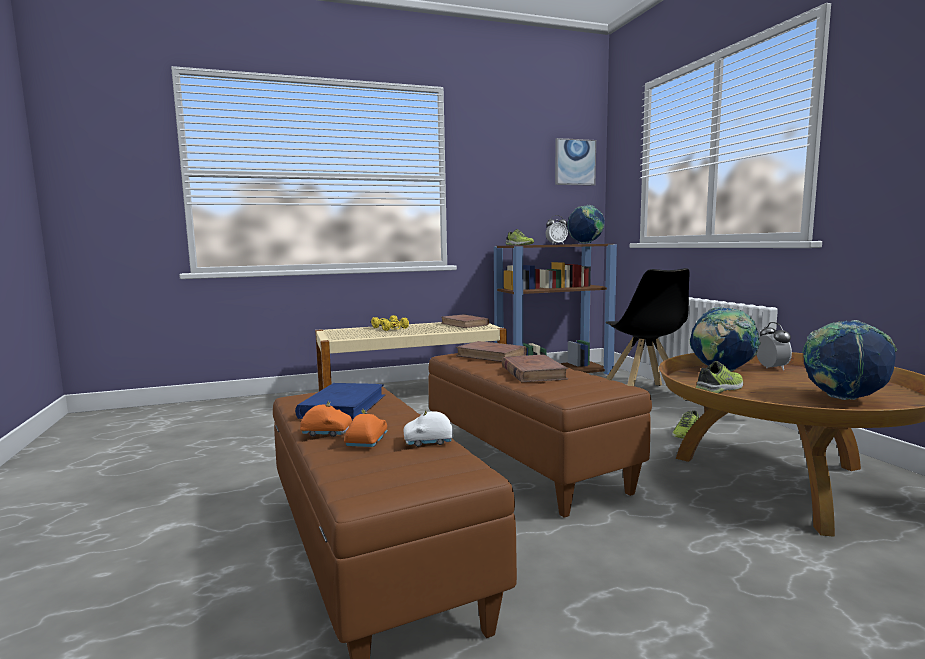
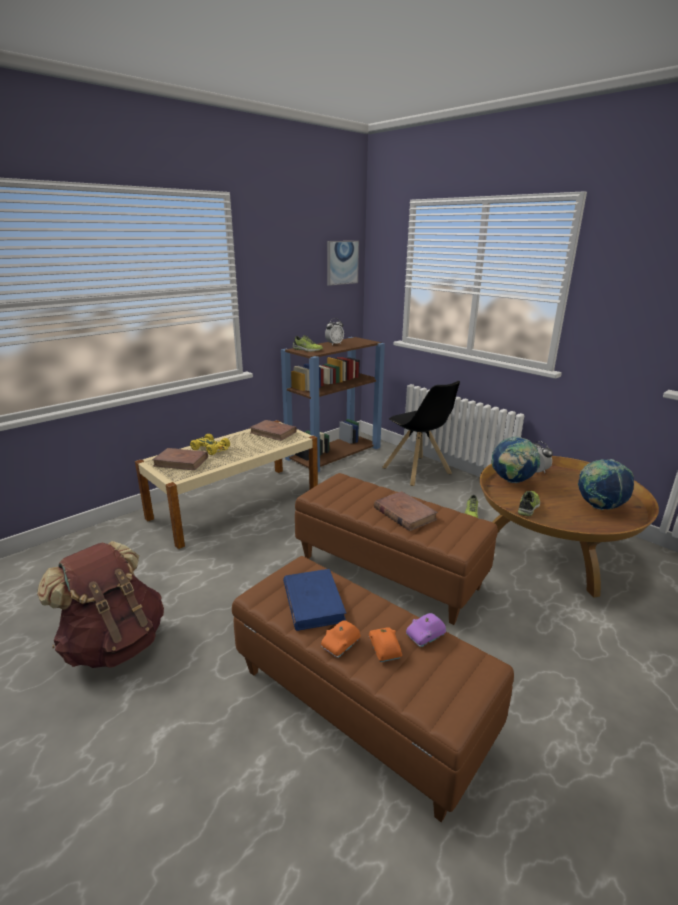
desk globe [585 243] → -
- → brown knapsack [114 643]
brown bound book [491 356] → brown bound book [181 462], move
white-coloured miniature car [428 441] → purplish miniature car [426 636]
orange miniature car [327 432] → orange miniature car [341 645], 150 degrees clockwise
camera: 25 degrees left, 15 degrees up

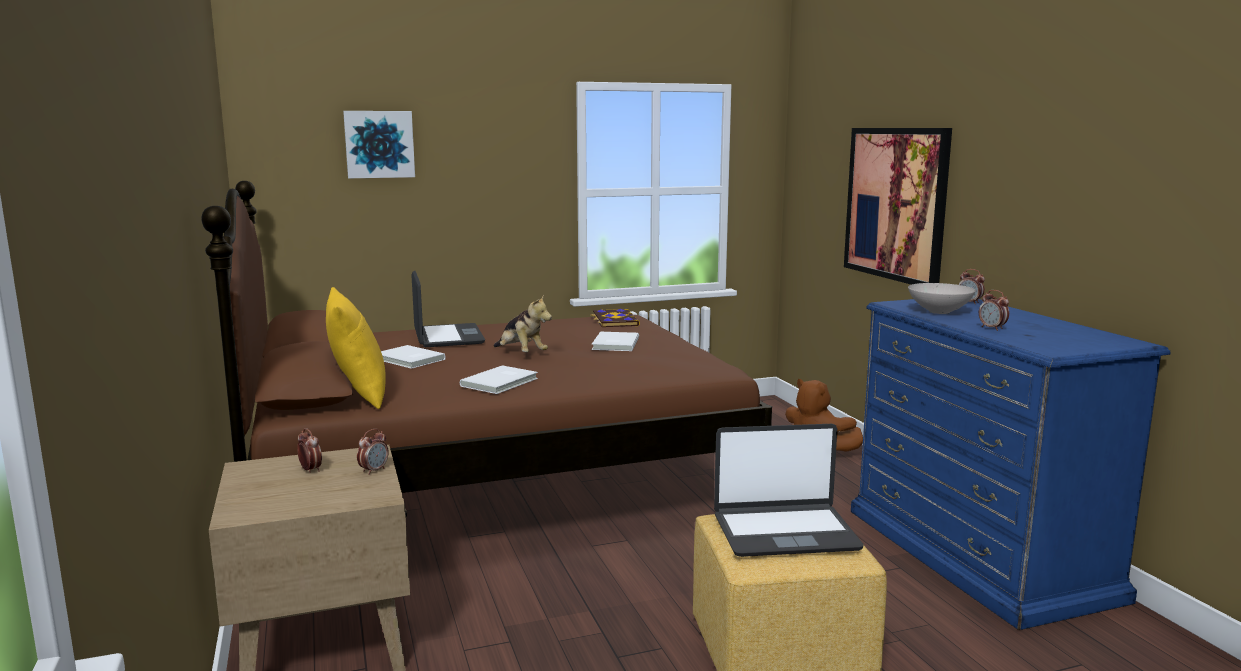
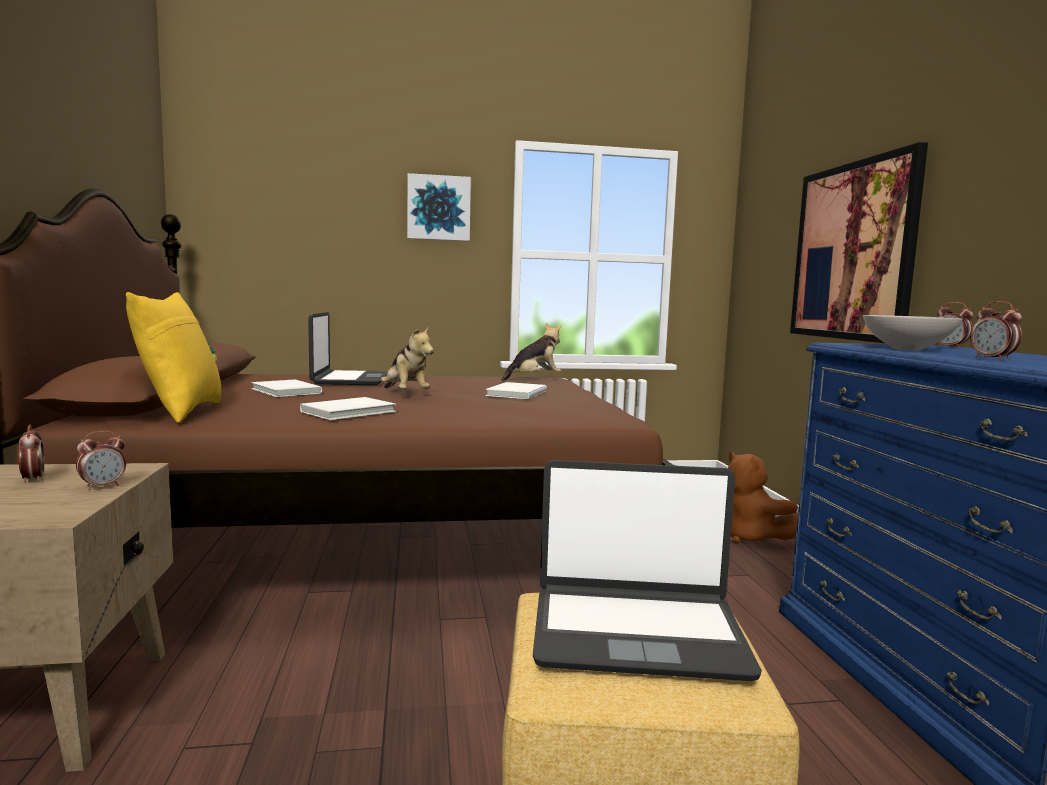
wall picture [379 144] → wall picture [438 208], move
bound book [614 320] → soft toy [534 379]
camera: 10 degrees right, 5 degrees down

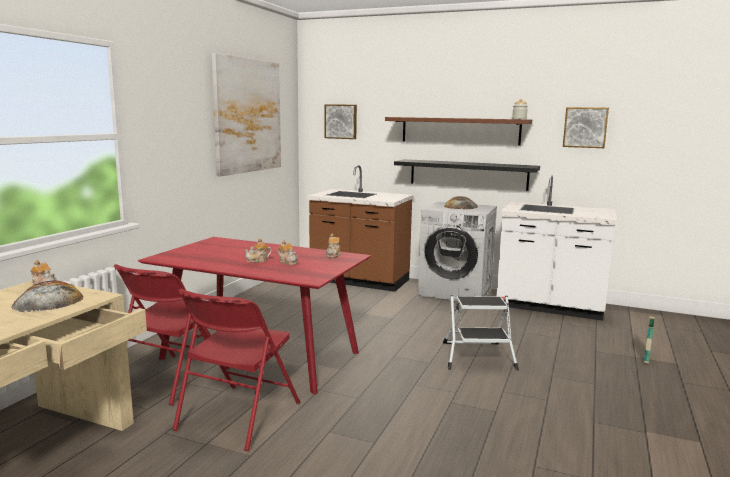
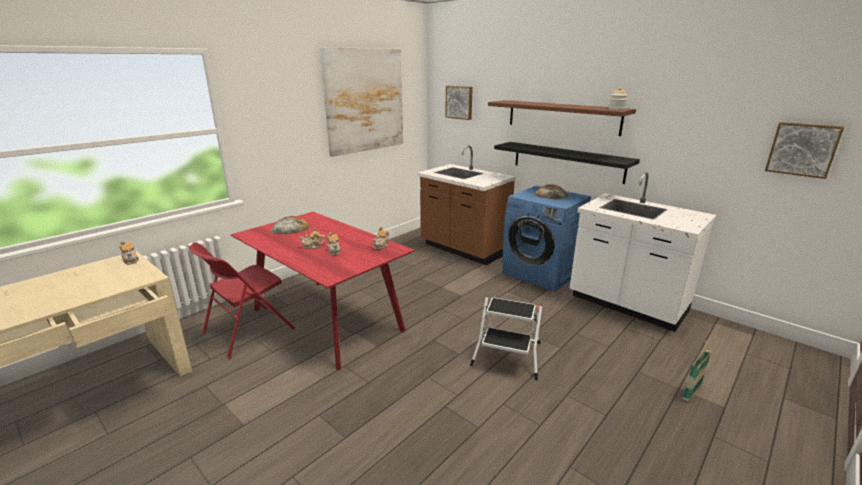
red plain chair [239 416] → -
baked bread [49 301] → baked bread [290 228], move
wall picture [585 127] → wall picture [802 149], move
white-coloured laundry machine [455 294] → blue laundry machine [540 275]
camera: 20 degrees right, 10 degrees up

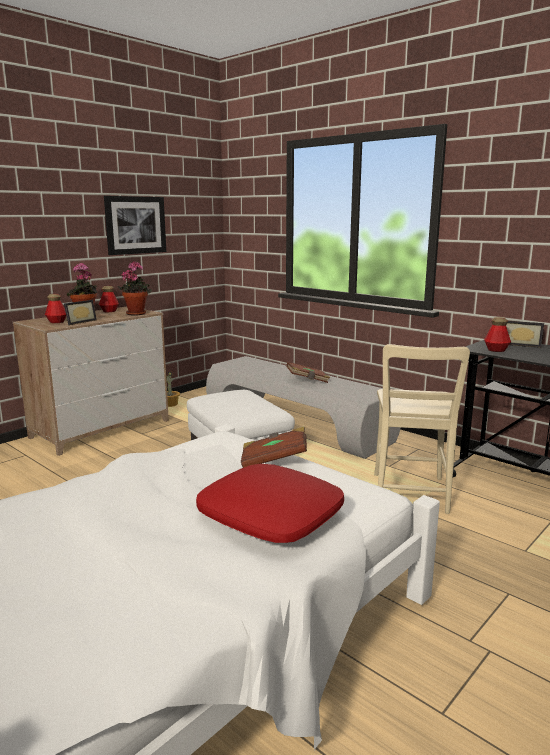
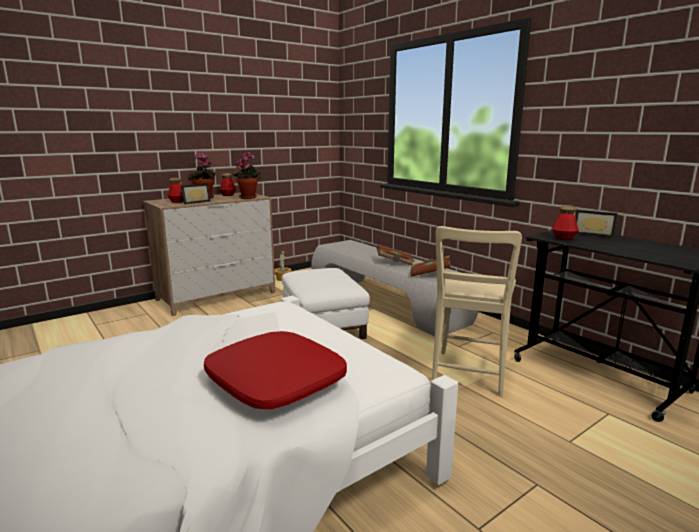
wall picture [135 225] → -
brown bound book [274 460] → brown bound book [430 274], move
camera: 10 degrees right, 0 degrees up

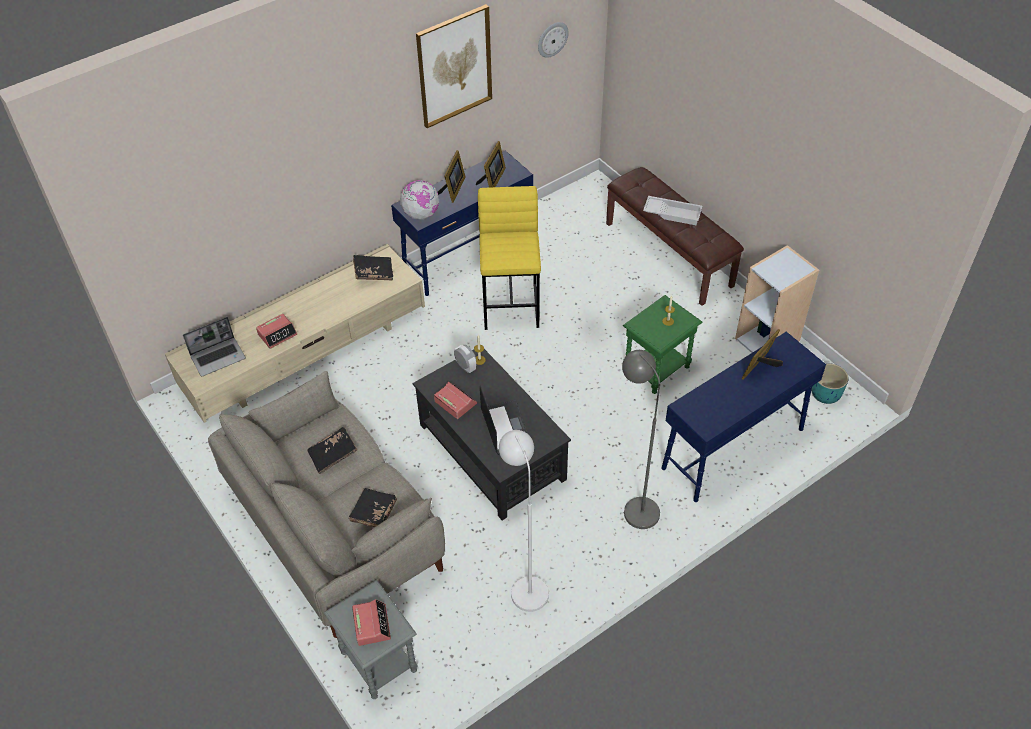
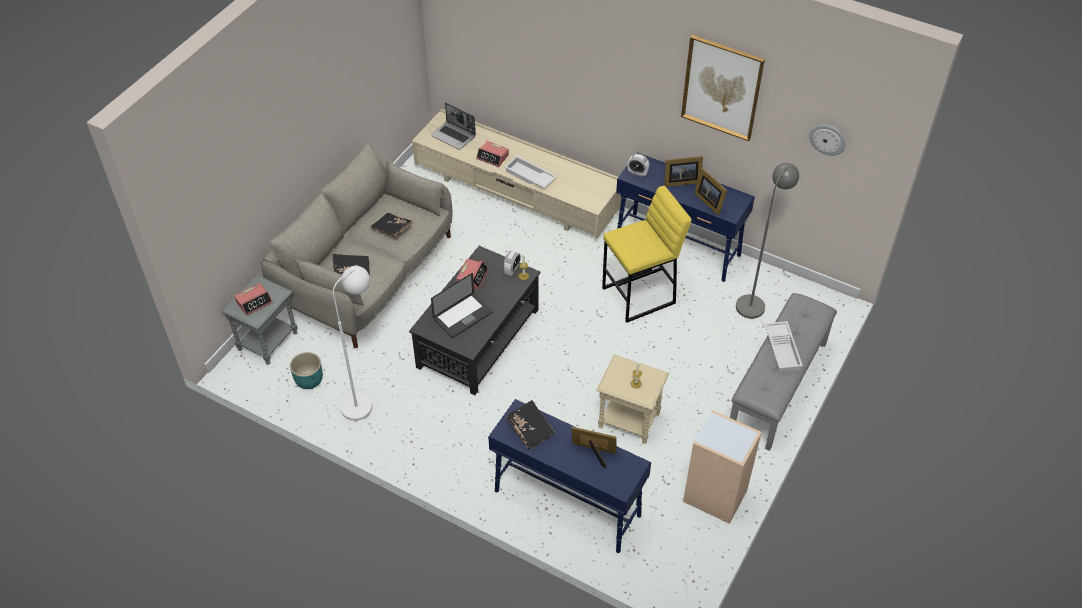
- → white-coloured serving tray [529 176]
black-coloured bound book [373 273] → black-coloured bound book [530 429], move
gray standard lamp [634 506] → gray standard lamp [754 301], move
turquoise-coloured plant pot [826 394] → turquoise-coloured plant pot [309 380], move
desk globe [421 214] → alarm clock [637 173]
brown indoor bench [669 254] → gray indoor bench [778 387]
green end table [657 369] → beige end table [628 420]
standing frame [492 180] → standing frame [709 201], 60 degrees clockwise
camera: 65 degrees right, 0 degrees up

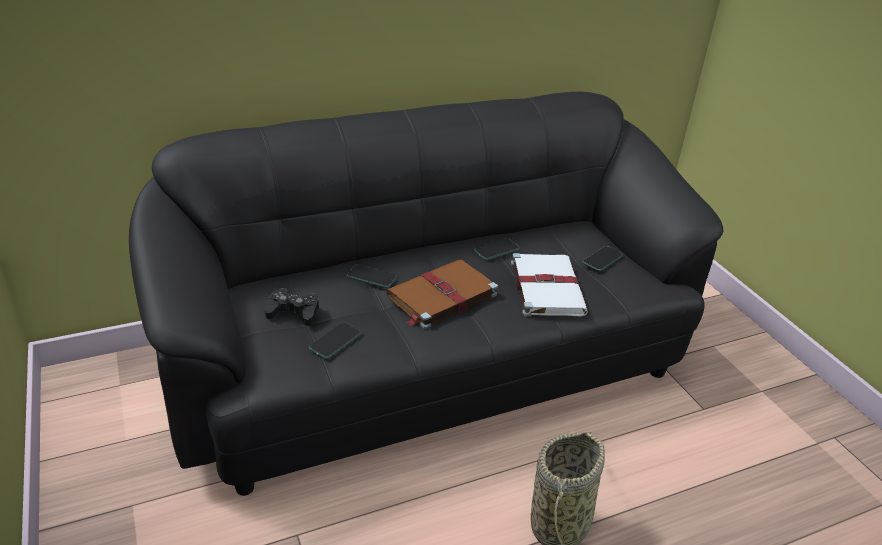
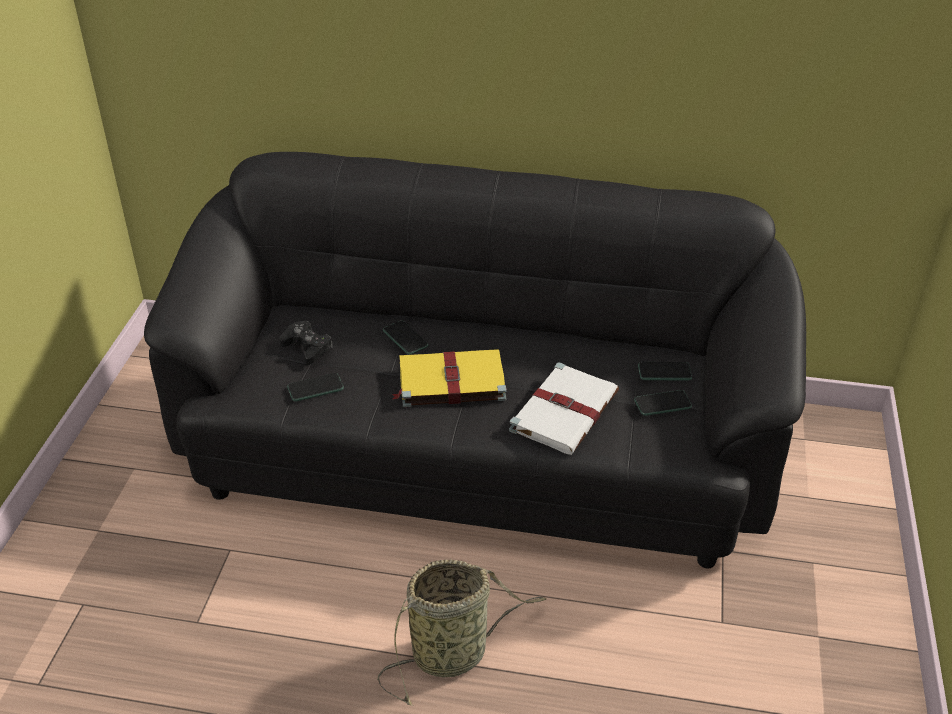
handset [496 250] → handset [664 372], move
brown bound book [440 296] → yellow bound book [449 381]
camera: 35 degrees right, 5 degrees up

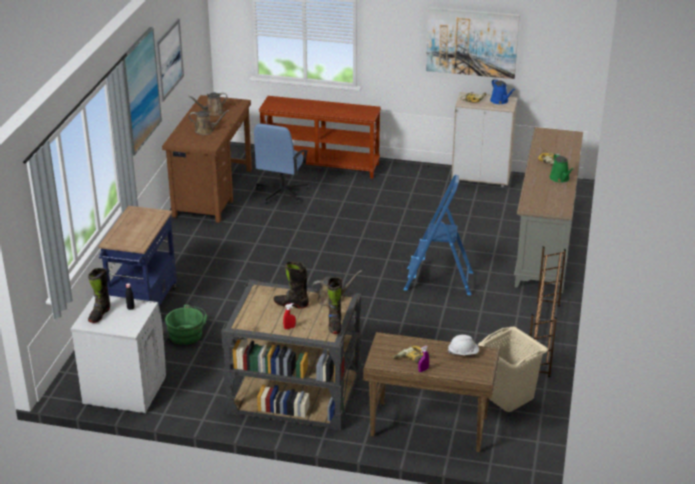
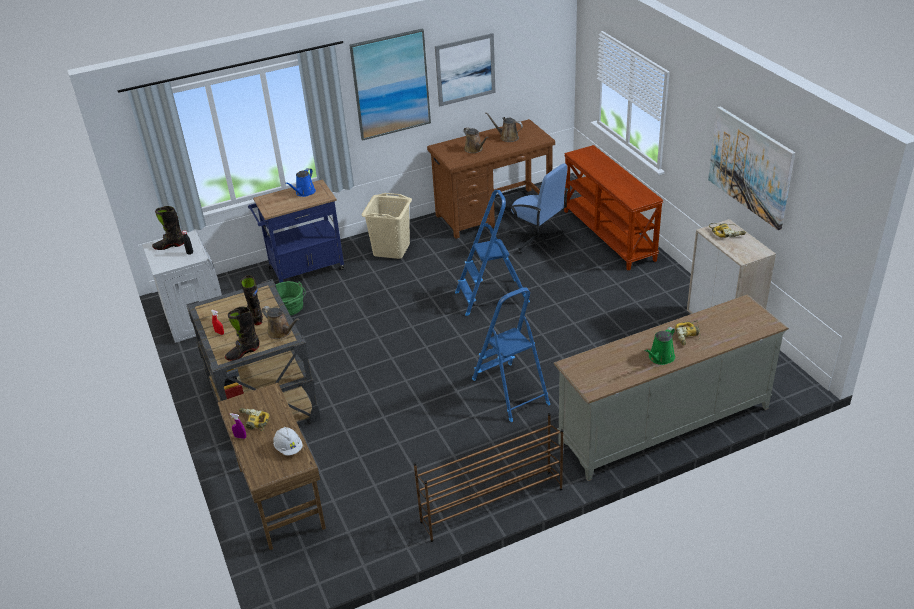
- → blue stepladder [491 297]
beige washing basket [508 396] → beige washing basket [392 249], move
blue watering can [500 101] → blue watering can [304 193], move
blue desk chair [281 193] → blue desk chair [537 241], 120 degrees counterclockwise
camera: 55 degrees right, 5 degrees up

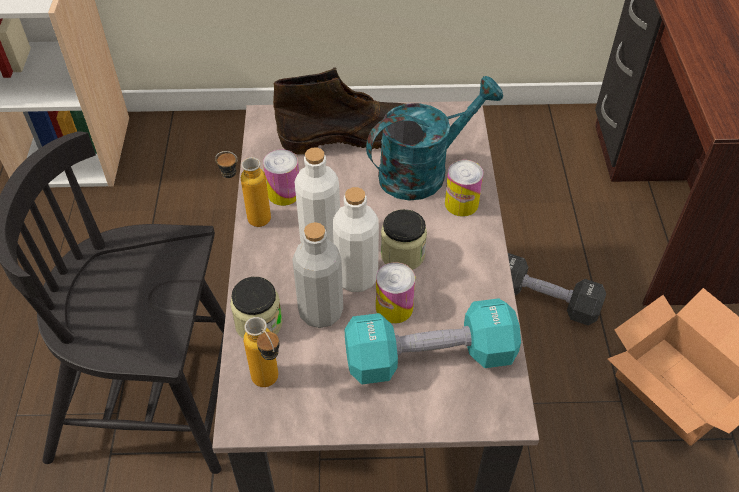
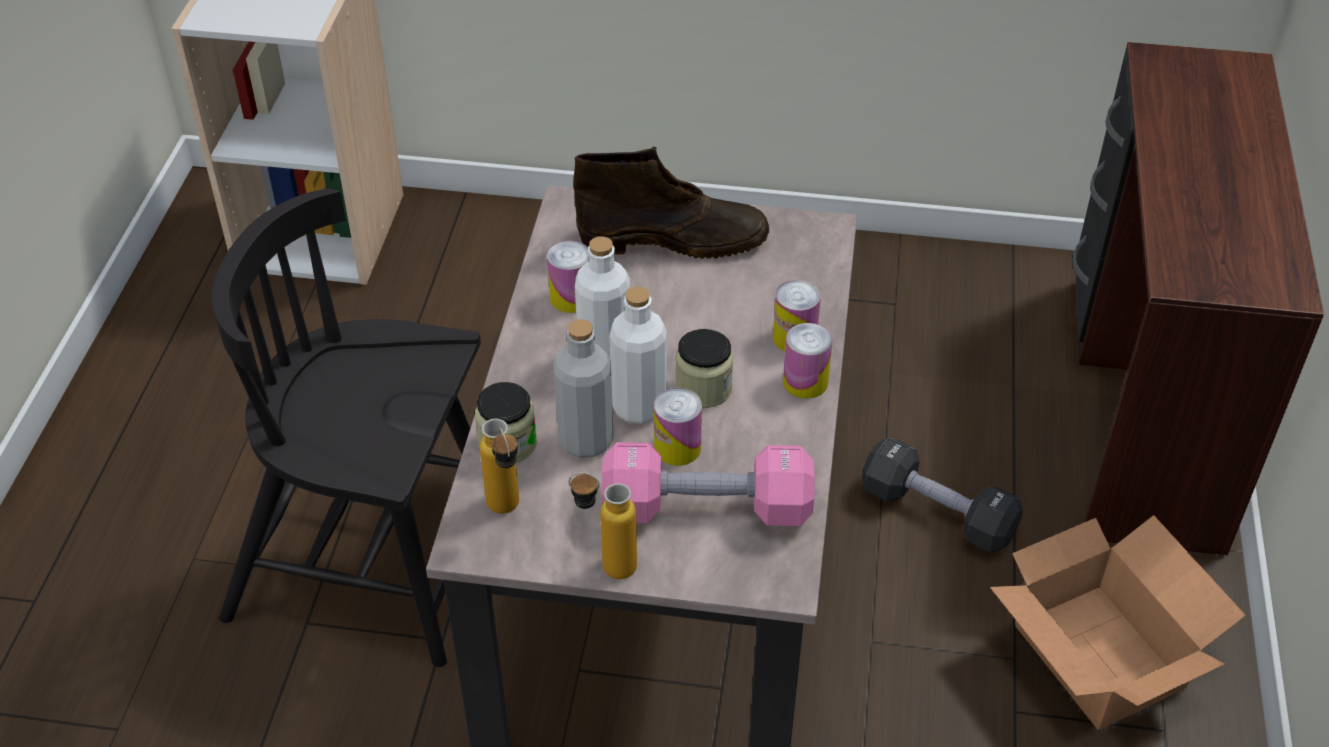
turquoise-coloured watering can [423 171] → -
- → sealed can [805 382]
bottle [249 219] → bottle [605 566], move
turquoise-coloured free weight [430 357] → pink-coloured free weight [707 508]
camera: 10 degrees right, 5 degrees down

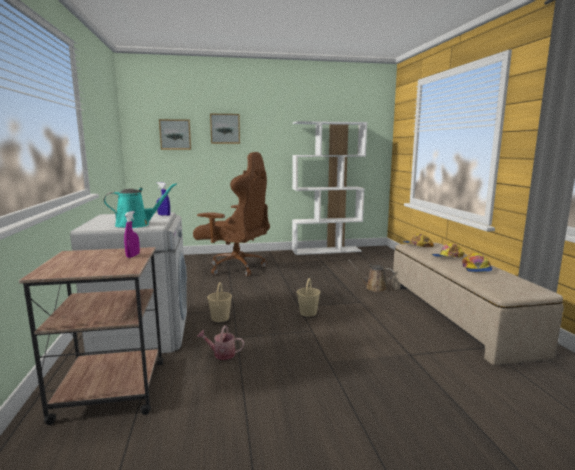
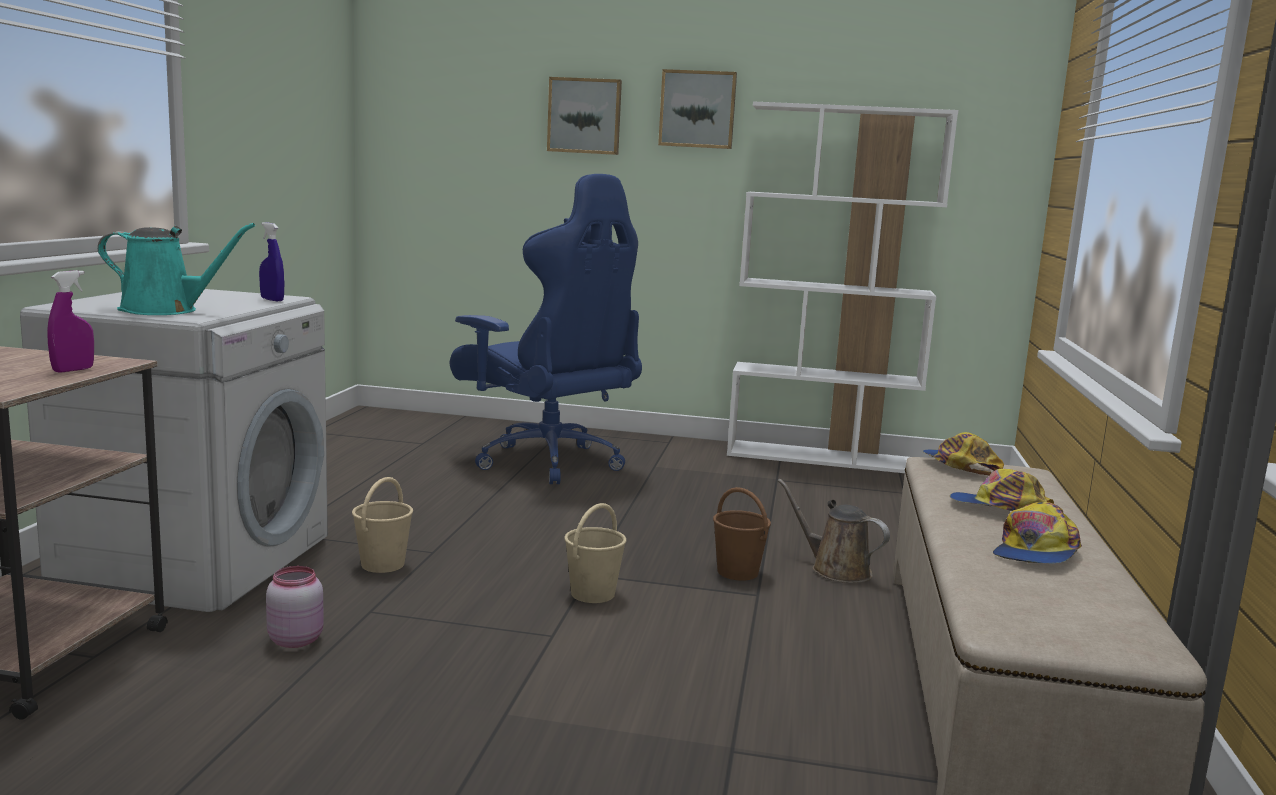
- → brown water bucket [738 572]
wall picture [175 134] → wall picture [697 109], move
watering can [221 354] → pink-coloured preserve jar [295 639]
brown desk chair [233 267] → blue desk chair [542 460]
camera: 20 degrees right, 0 degrees up

